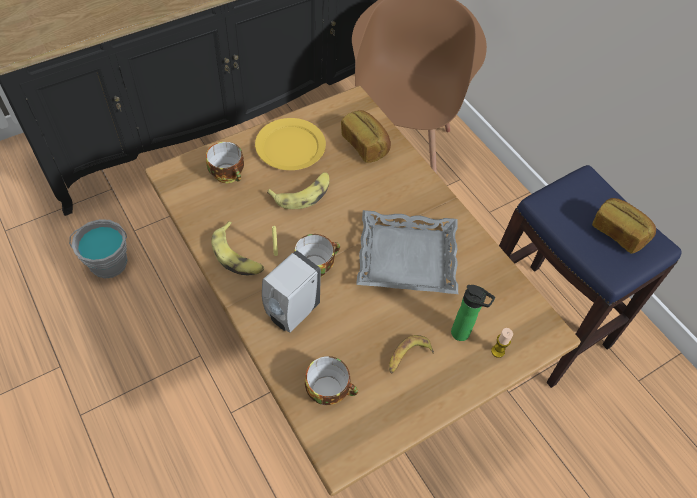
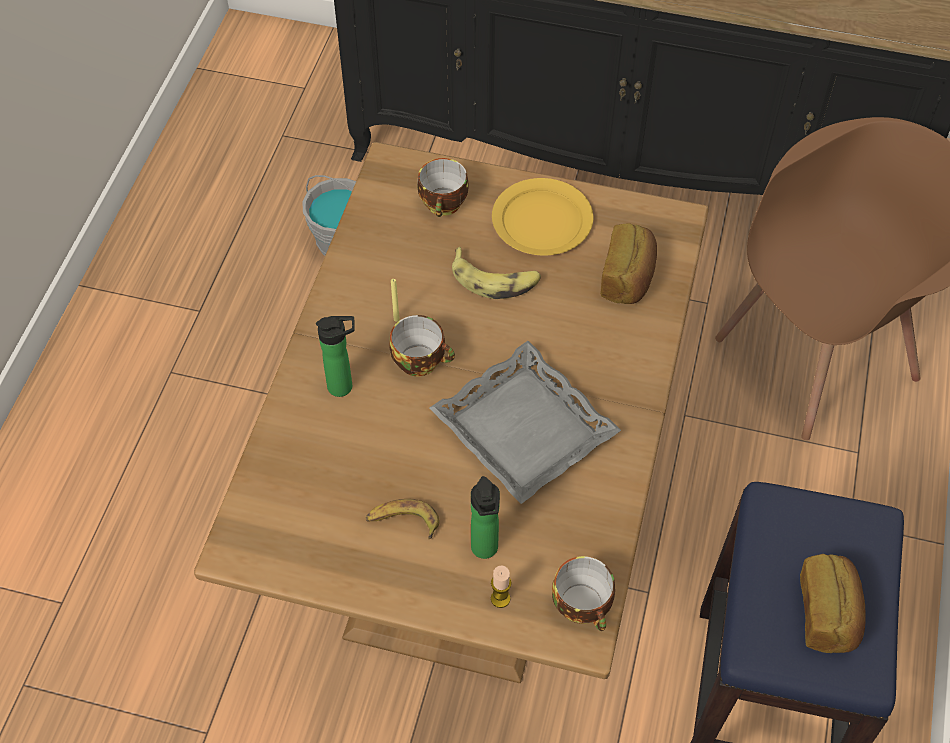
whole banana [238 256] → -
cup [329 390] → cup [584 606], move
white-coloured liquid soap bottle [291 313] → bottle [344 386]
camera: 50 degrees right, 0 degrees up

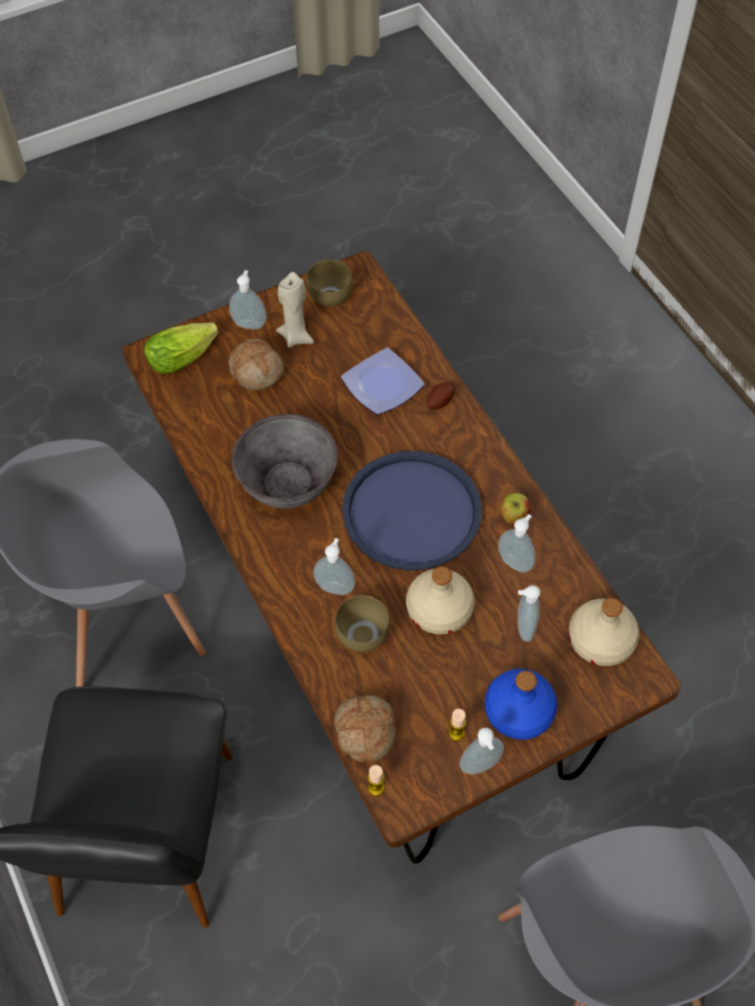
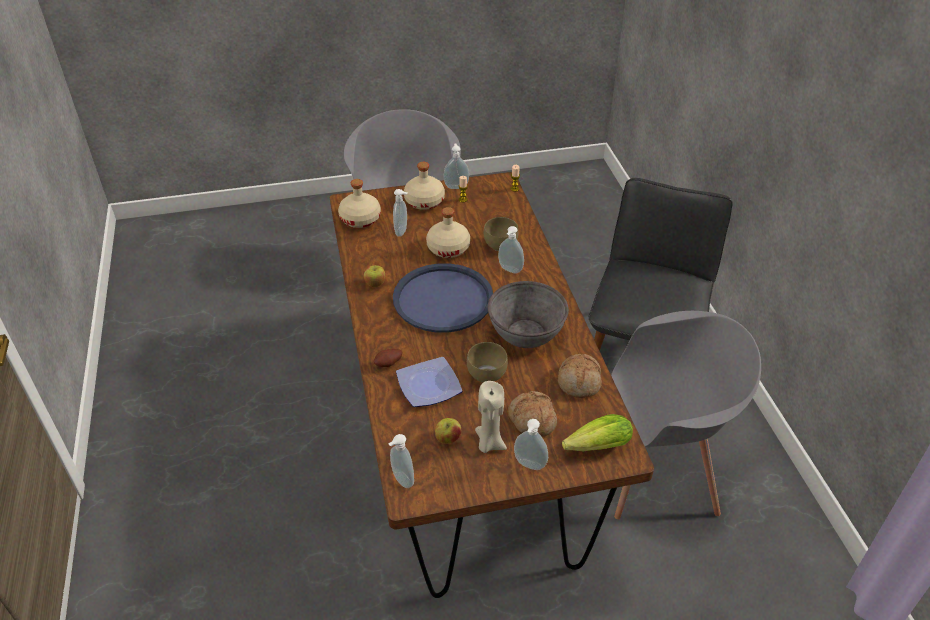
- → apple [448 439]
brown deep dish [329 298] → brown deep dish [487 374], move
baked bread [364 731] → baked bread [579 382], move
liquid soap bottle [515 562] → liquid soap bottle [401 480], move
blue bottle [518 711] → beige bottle [425 201]
camera: 165 degrees left, 15 degrees down

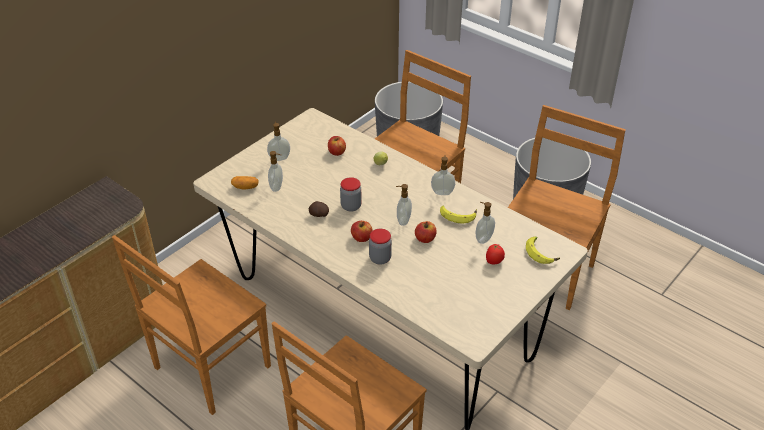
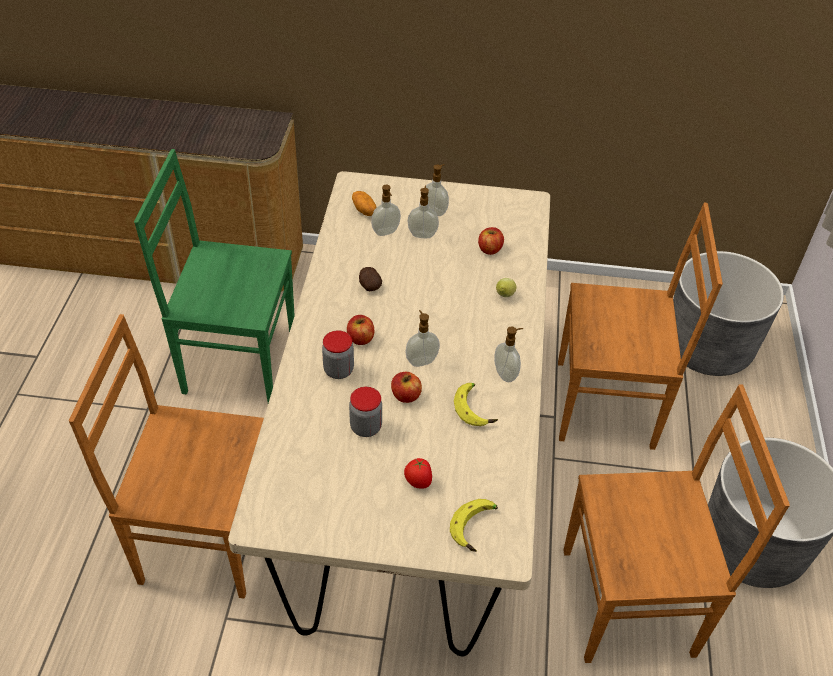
preserve jar [351 206] → preserve jar [366 427], move
liquid soap bottle [483 238] → liquid soap bottle [422 234], move
brown plain chair [209 369] → green plain chair [236 360]
camera: 55 degrees right, 5 degrees up

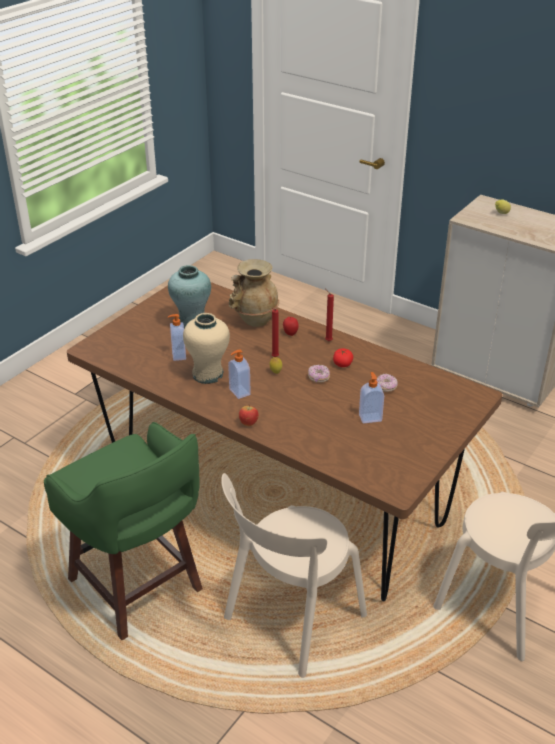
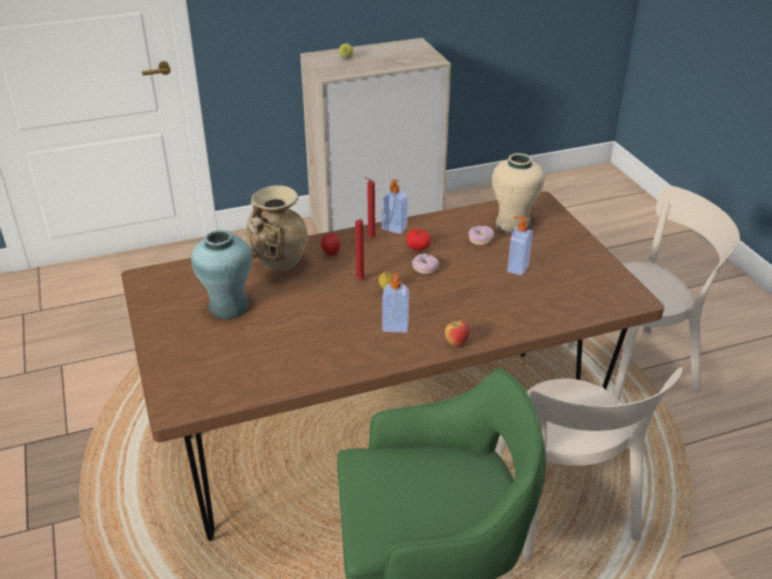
liquid soap bottle [178 355] → liquid soap bottle [394 228], move
beige decorative vase [208 374] → beige decorative vase [512 224], move
camera: 55 degrees left, 0 degrees up

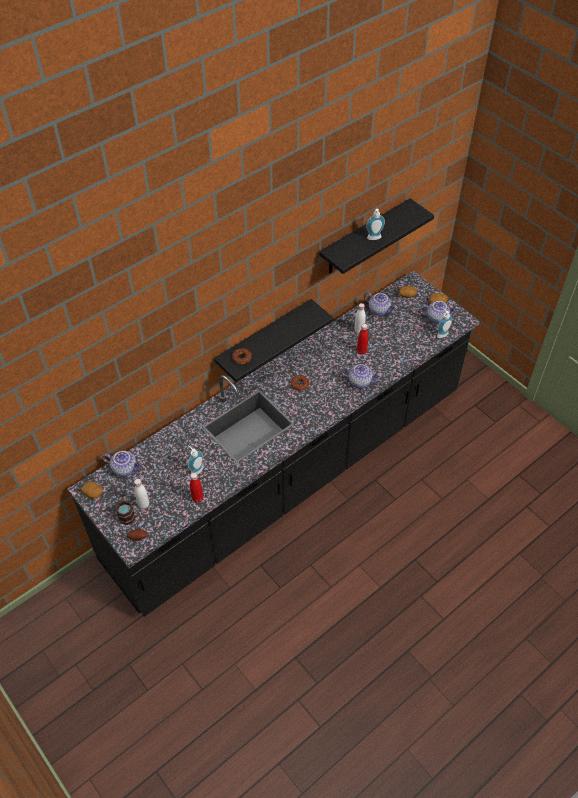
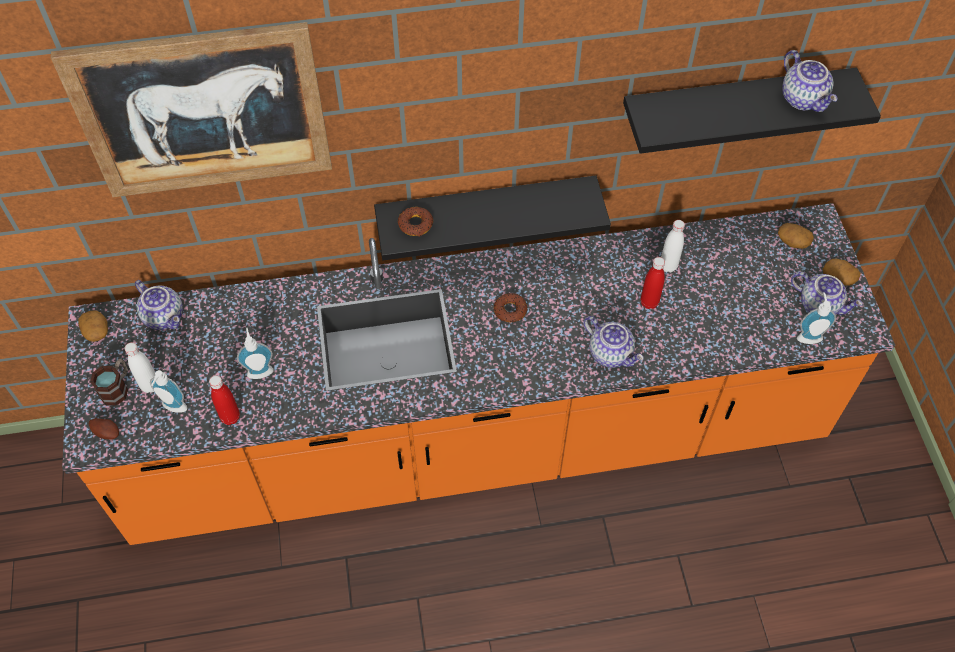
- → wall picture [203 112]
pot for tea [379 310] → pot for tea [804 99], move
liquid soap bottle [374 238] → liquid soap bottle [173 408], move
black-coloured kitchen base unit [289 475] → orange kitchen base unit [477 440]
camera: 30 degrees right, 5 degrees up

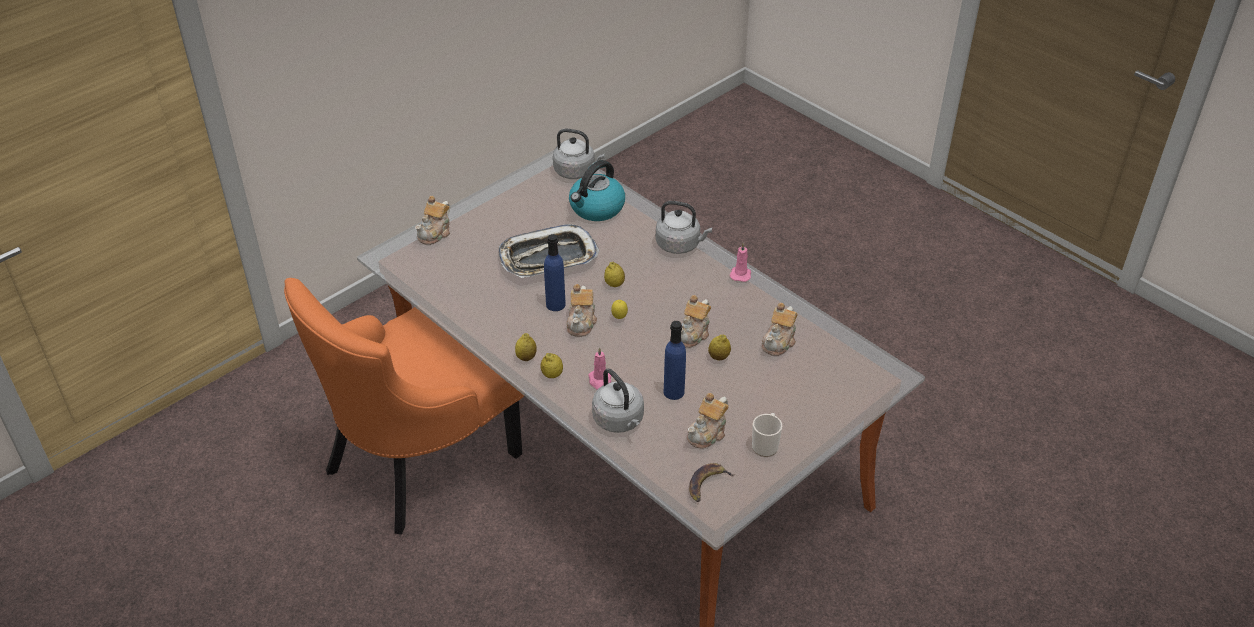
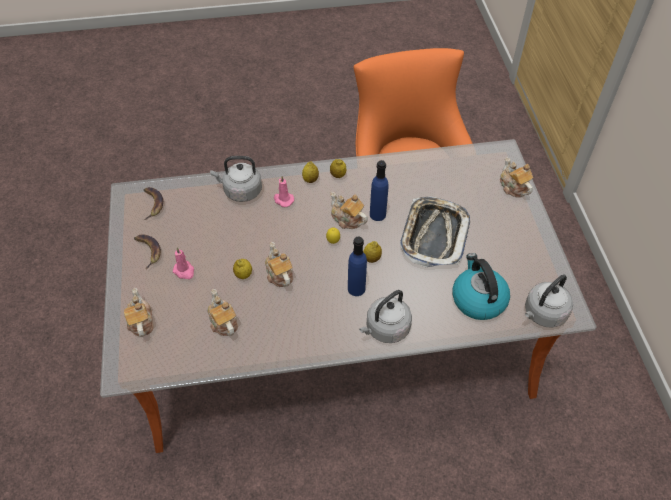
blue bottle [674 392] → blue bottle [356 288], move
pot for tea [708 433] → pot for tea [140 322], move
pink-coloured wax light [740 274] → pink-coloured wax light [184 271], move
coffee mug [766 444] → whole banana [148 250]
camera: 125 degrees right, 10 degrees up

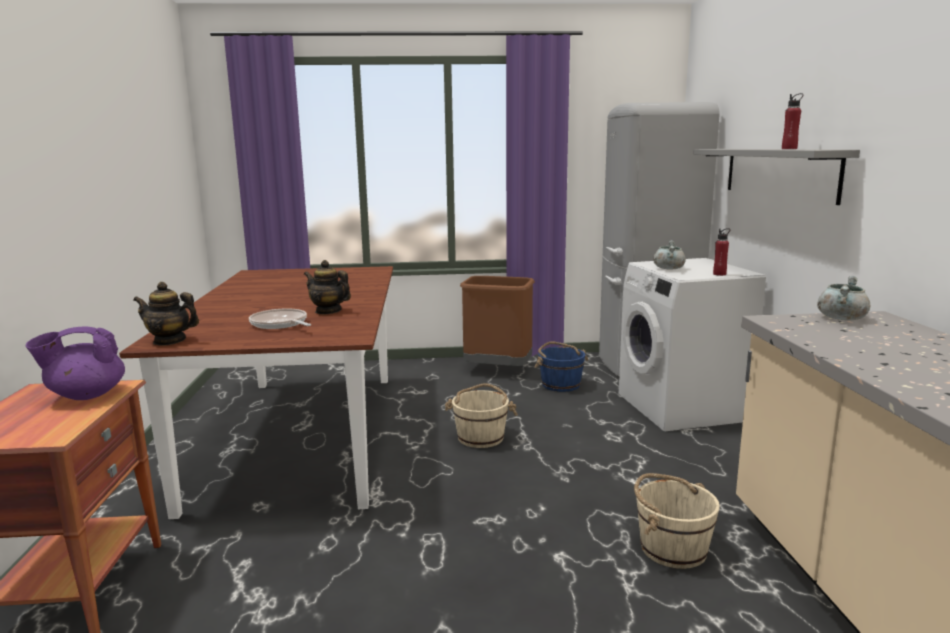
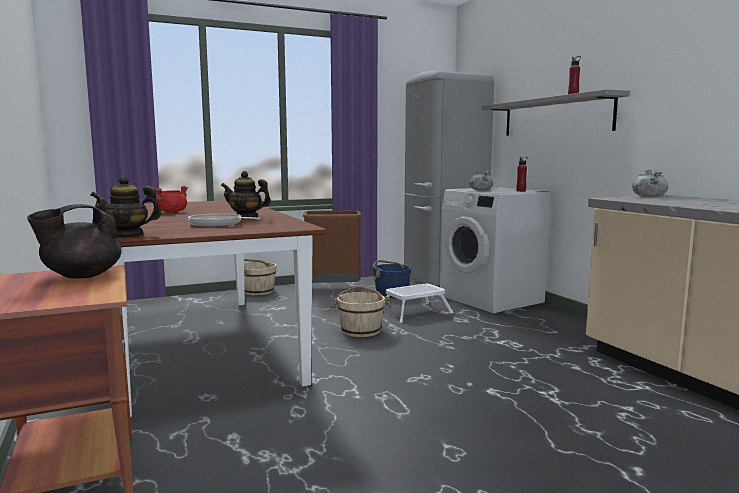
- → red stockpot [171 212]
- → white-coloured stepladder [415 312]
beige water bucket [672 548] → beige water bucket [257 291], move
purplish pot for tea [86 395] → black-coloured pot for tea [81 276]
camera: 20 degrees left, 5 degrees down

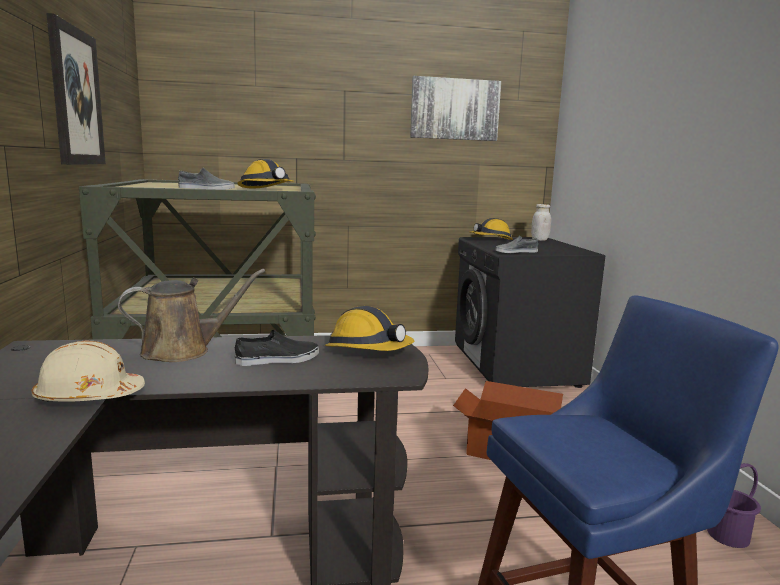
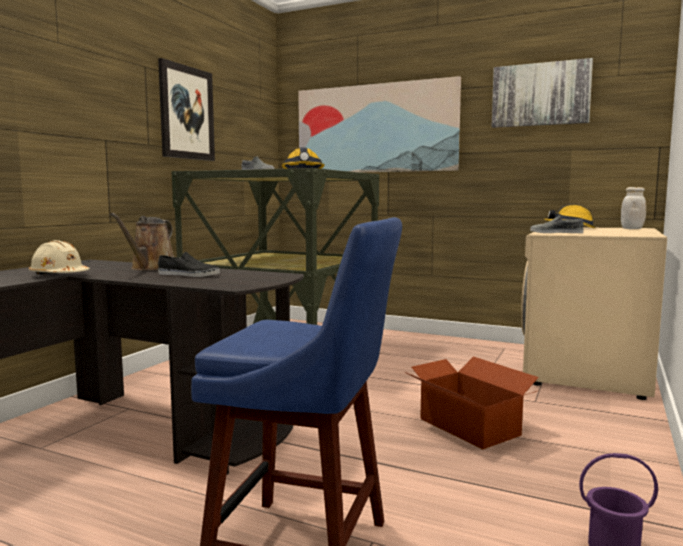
hard hat [368 350] → -
- → wall picture [375 128]
black-coloured laundry machine [514 367] → beige laundry machine [584 372]
brown watering can [183 351] → brown watering can [151 268], 90 degrees clockwise
camera: 35 degrees right, 5 degrees down

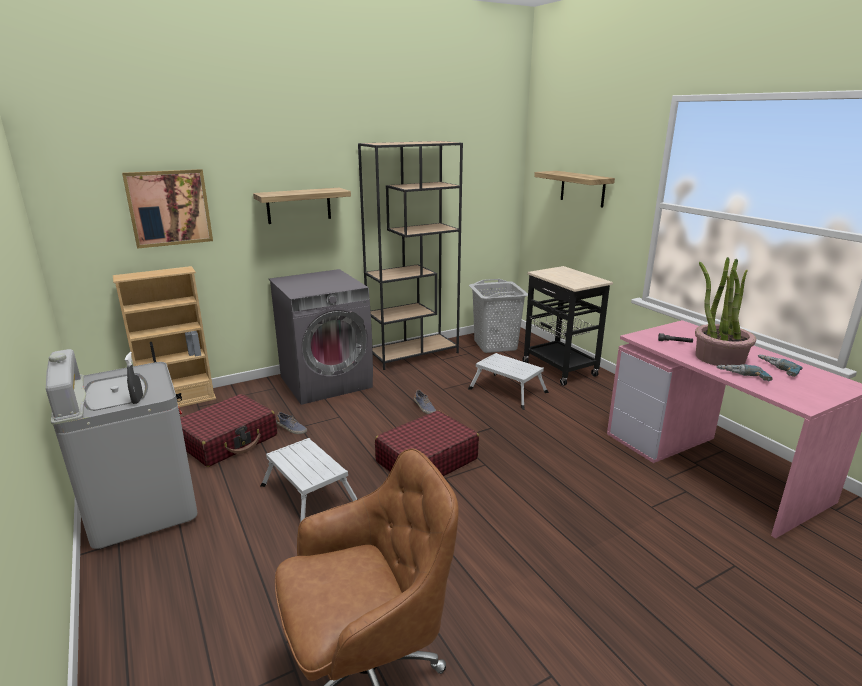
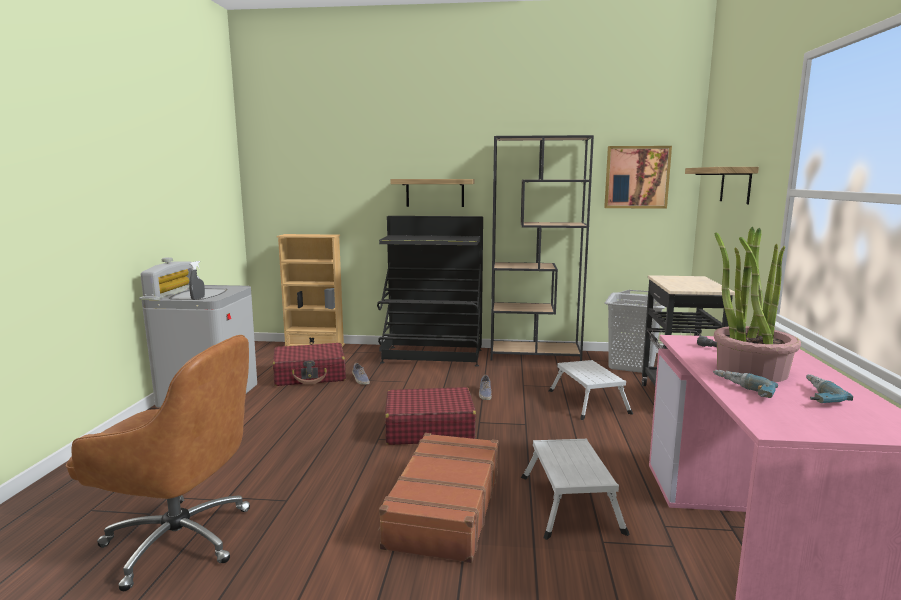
- → brown piece of luggage [443 508]
wall picture [169 208] → wall picture [636 177], move
white-coloured stepladder [309 494] → white-coloured stepladder [570 504], move
gray laundry machine [326 381] → black-coloured shoe shelf [432 357]
camera: 35 degrees right, 10 degrees down

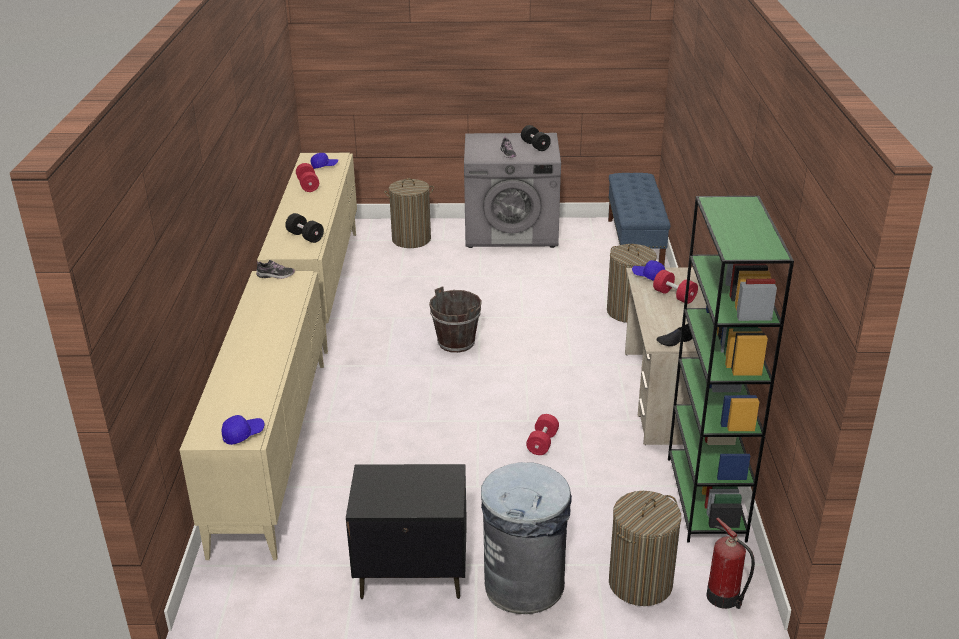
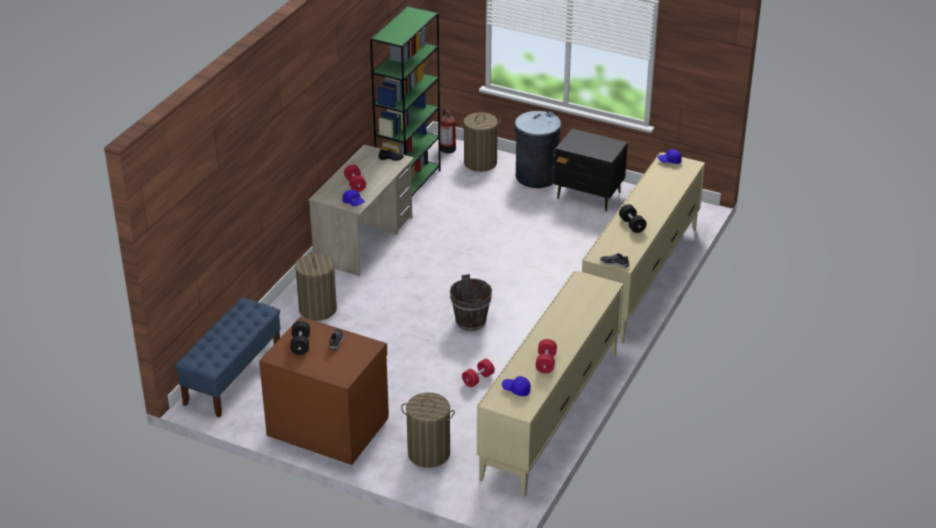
black-coloured free weight [305 237] → black-coloured free weight [632 225], move
red free weight [542 443] → red free weight [478 379], move
gray laundry machine [512 235] → brown laundry machine [328 427]
camera: 155 degrees left, 5 degrees up

